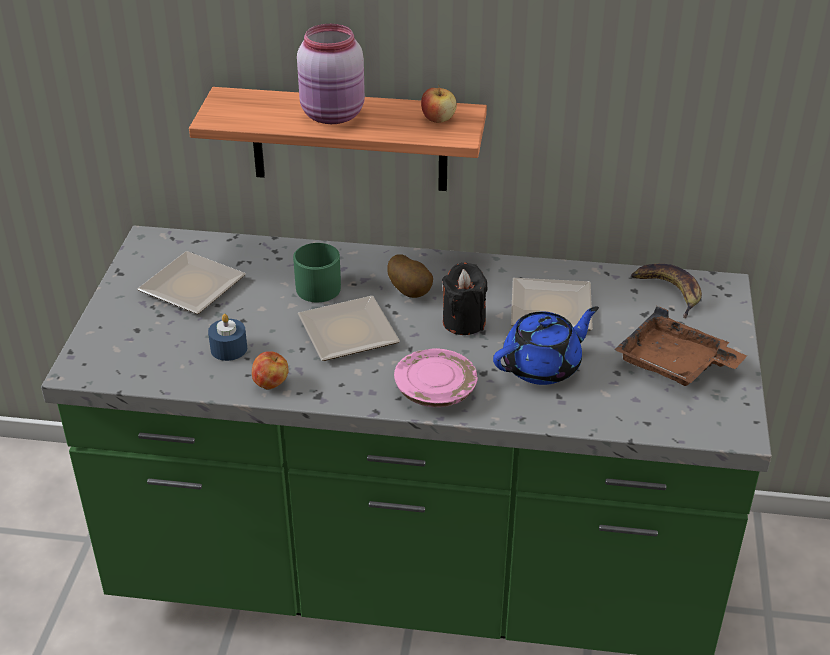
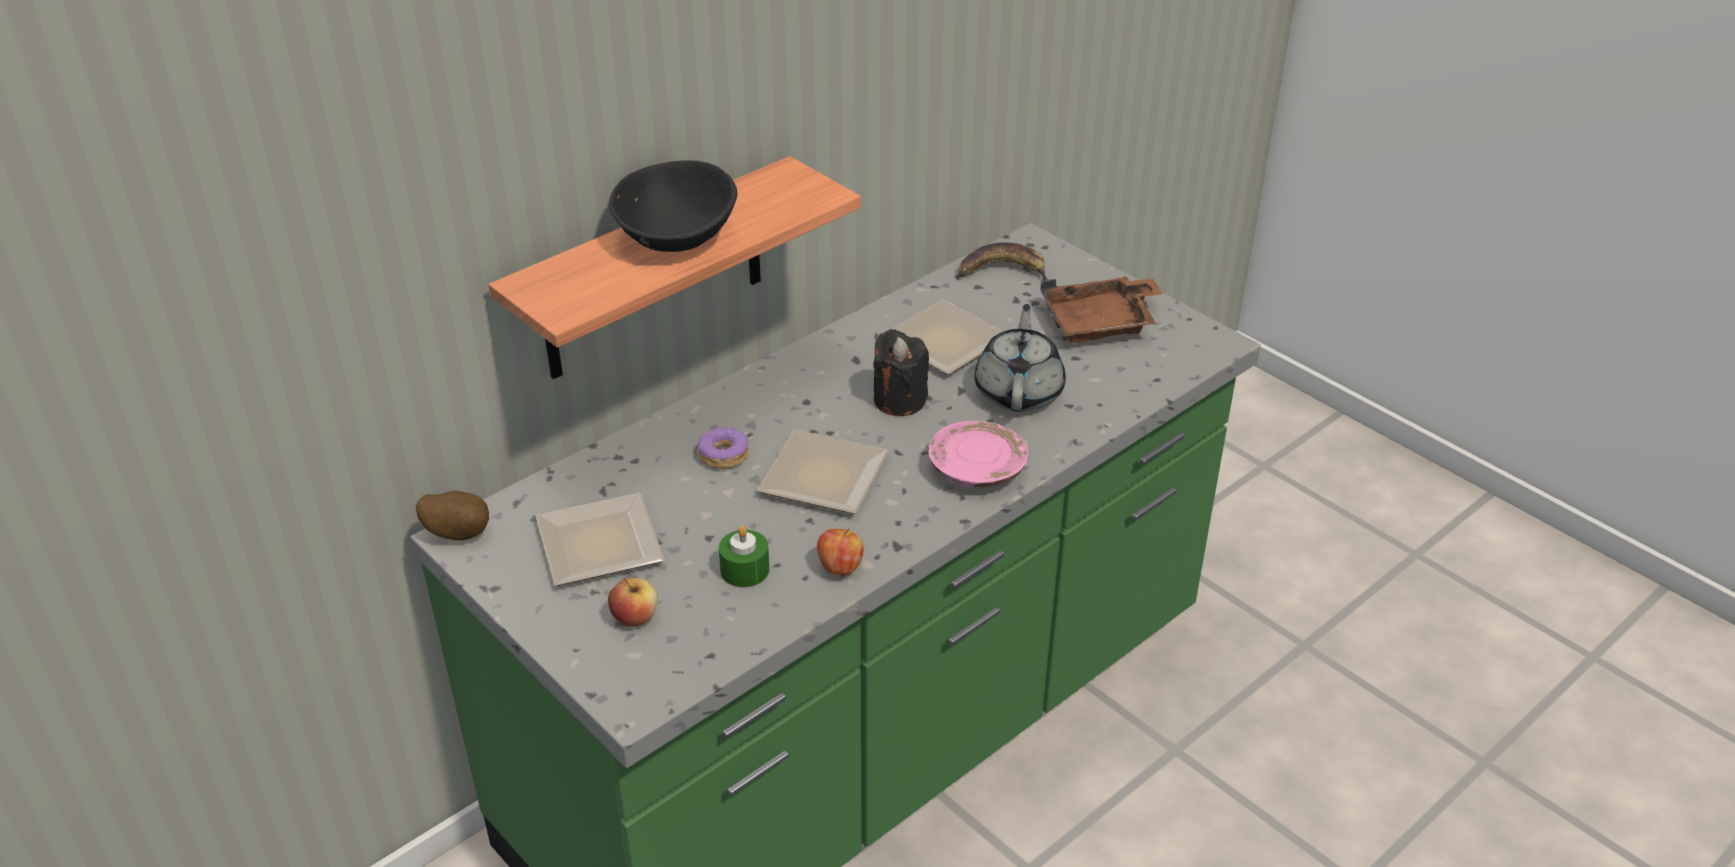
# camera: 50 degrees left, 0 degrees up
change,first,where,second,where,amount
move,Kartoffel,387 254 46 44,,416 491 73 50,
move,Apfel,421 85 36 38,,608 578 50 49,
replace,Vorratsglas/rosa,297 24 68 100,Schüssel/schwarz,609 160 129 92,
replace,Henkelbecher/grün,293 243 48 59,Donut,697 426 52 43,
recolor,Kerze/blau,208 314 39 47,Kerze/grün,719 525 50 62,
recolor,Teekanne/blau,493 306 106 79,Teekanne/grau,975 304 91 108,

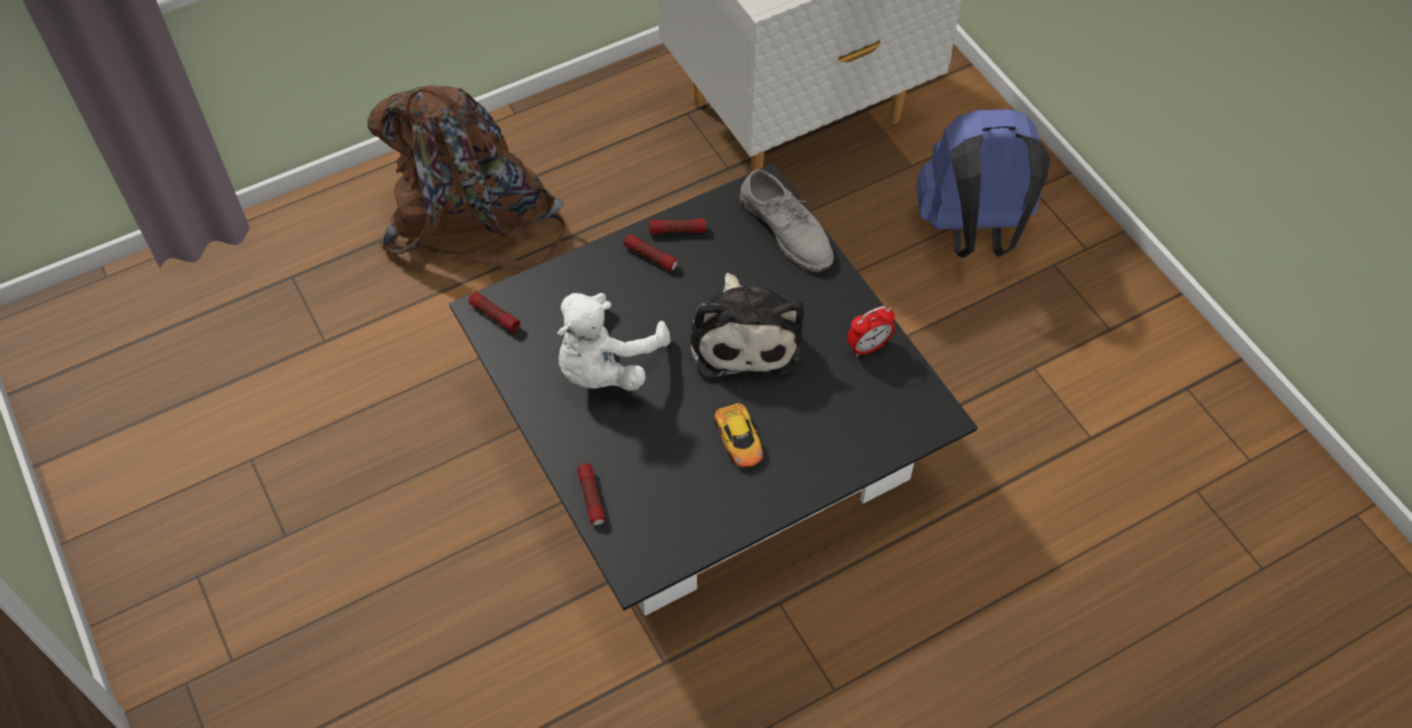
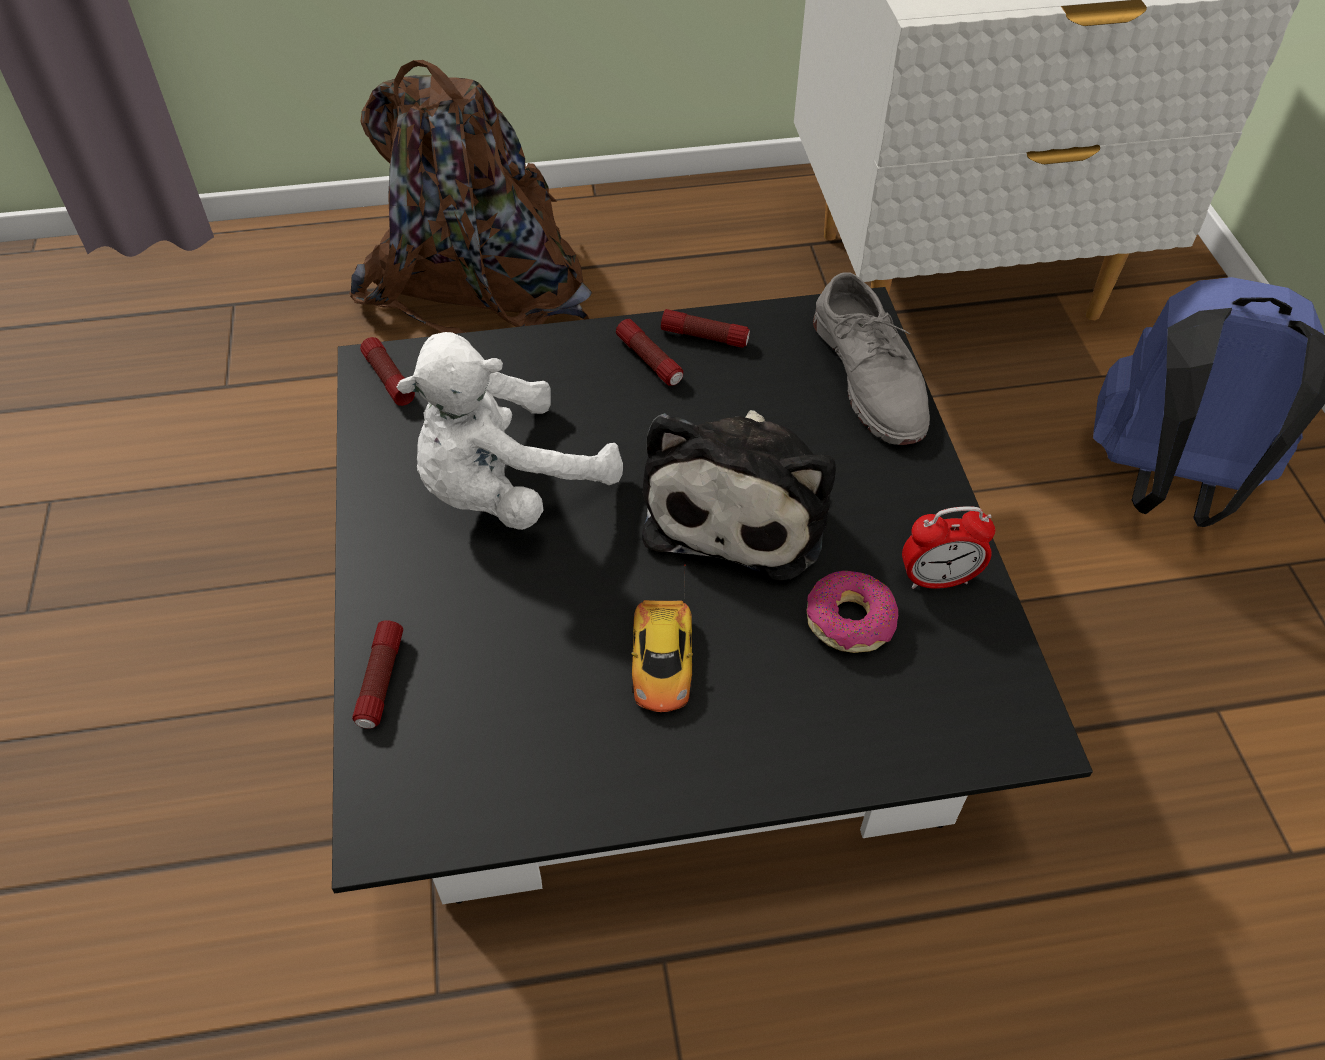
# camera: 20 degrees right, 5 degrees down
change,first,where,second,where,amount
insert,,,Donut,806 571 92 82,

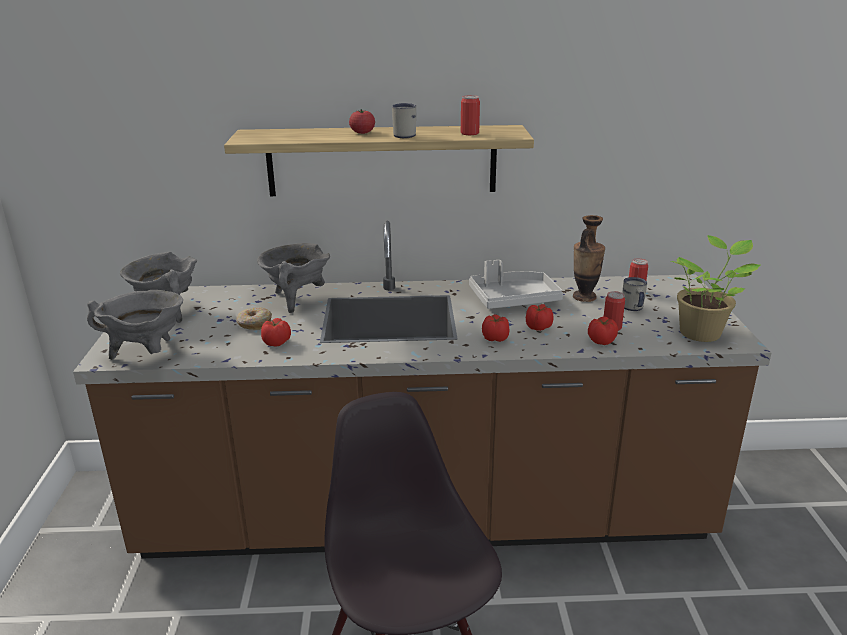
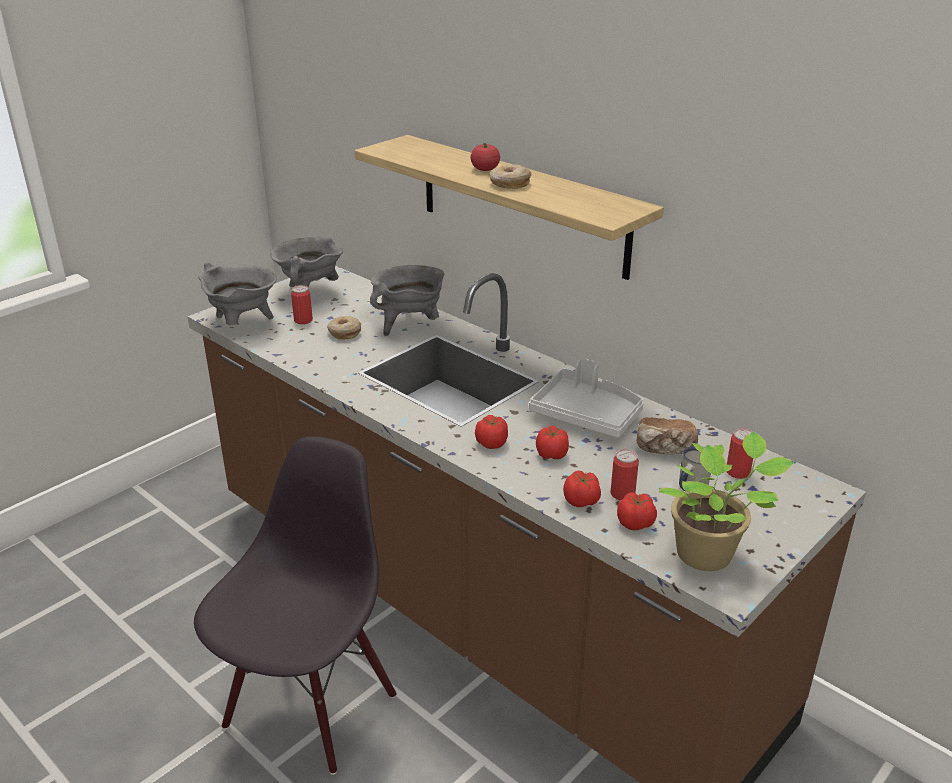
# camera: 45 degrees right, 5 degrees up
change,first,where,second,where,amount
move,Dose,461 95 19 40,,291 285 22 39,
replace,Henkelbecher/weiß,392 103 24 35,Donut,490 164 41 25,
move,Tomate,261 318 30 29,,617 492 40 38,
replace,Vase,573 215 32 87,Brot,637 417 61 38,

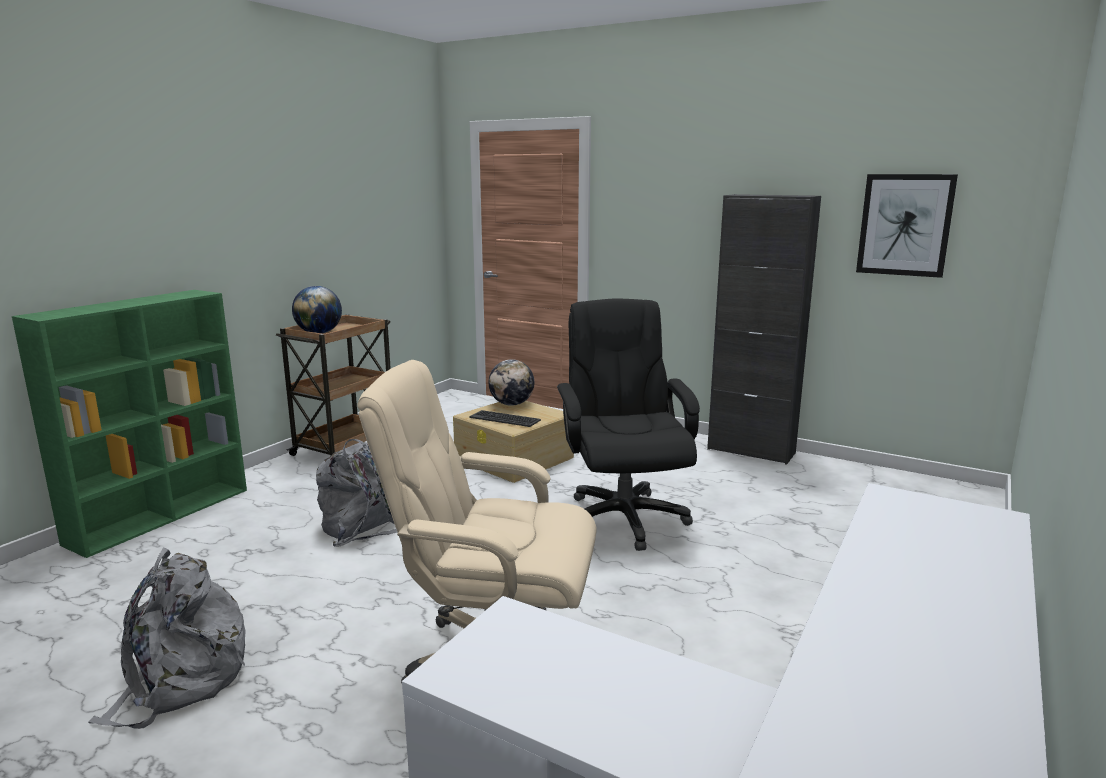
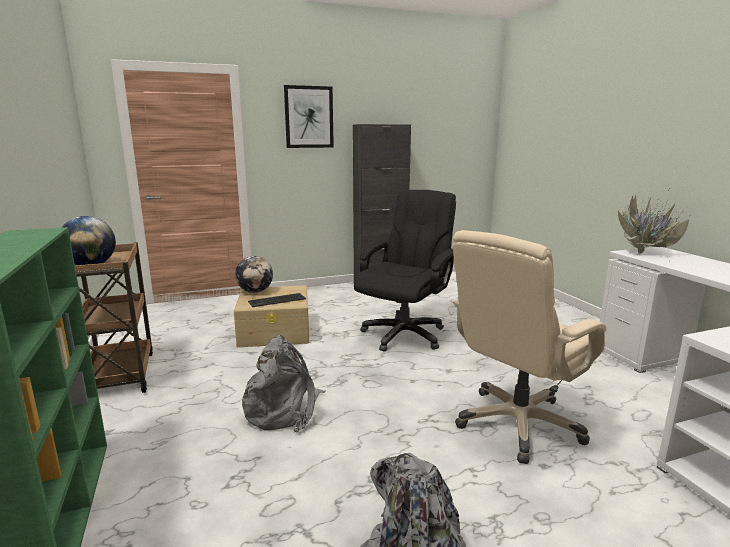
# camera: 50 degrees left, 0 degrees up
change,first,where,second,where,amount
move,Bild,856 174 102 104,,284 85 50 63,
rotate,Bürostuhl/schwarz,557 298 143 253,,354 190 102 161,90 degrees clockwise
insert,,,Topfpflanze,618 191 71 71,

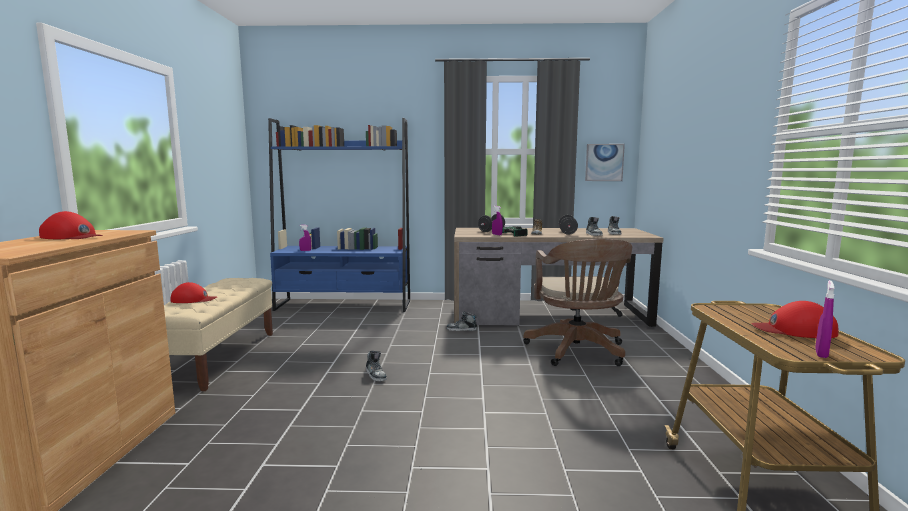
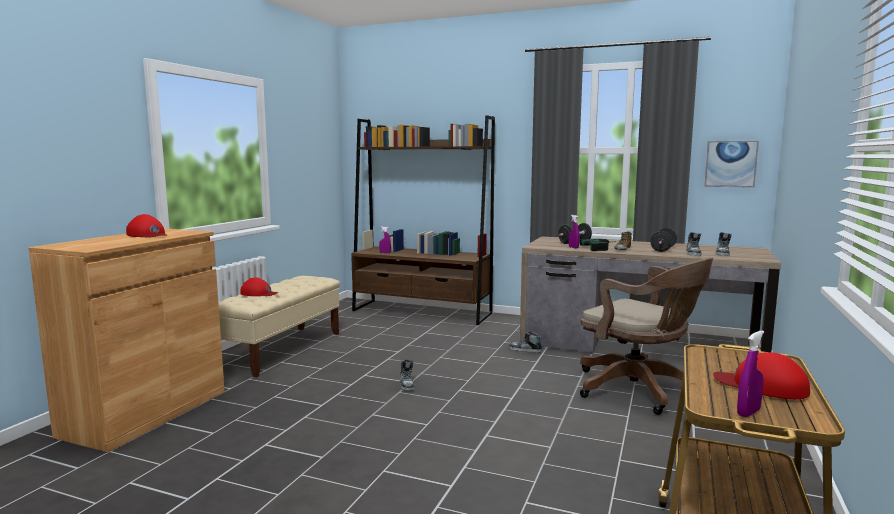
# camera: 20 degrees right, 0 degrees up
change,first,where,second,where,amount
recolor,Bücherregal/blau,268 118 142 194,Bücherregal/braun,351 115 144 210,
rotate,Bürostuhl/braun,523 239 109 127,,580 257 133 158,60 degrees counterclockwise

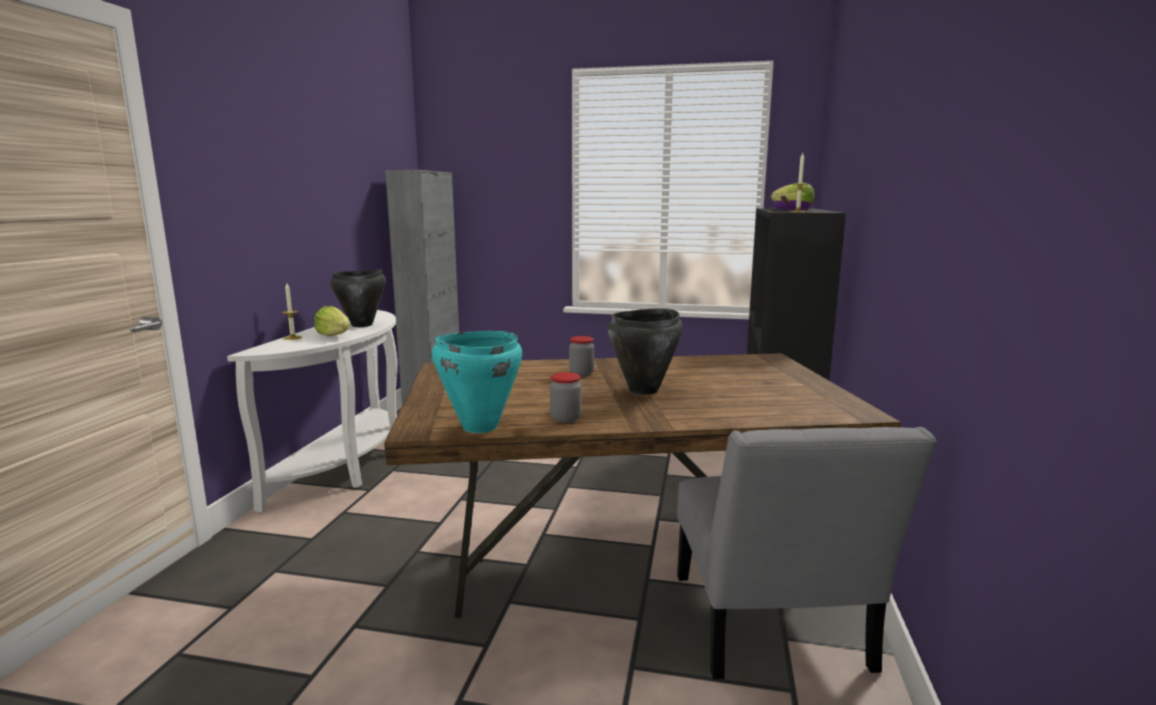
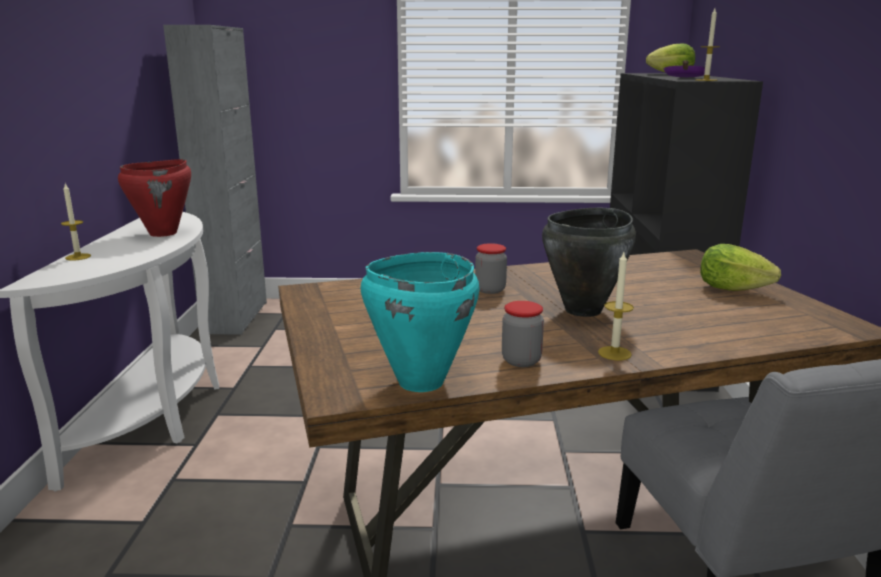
# camera: 10 degrees left, 5 degrees up
change,first,where,second,where,amount
recolor,Kochtopf/schwarz,330 269 55 58,Kochtopf/rot,118 159 73 78,
insert,,,Kerze,598 252 36 108,
move,Salatkopf,314 306 36 30,,700 244 81 47,

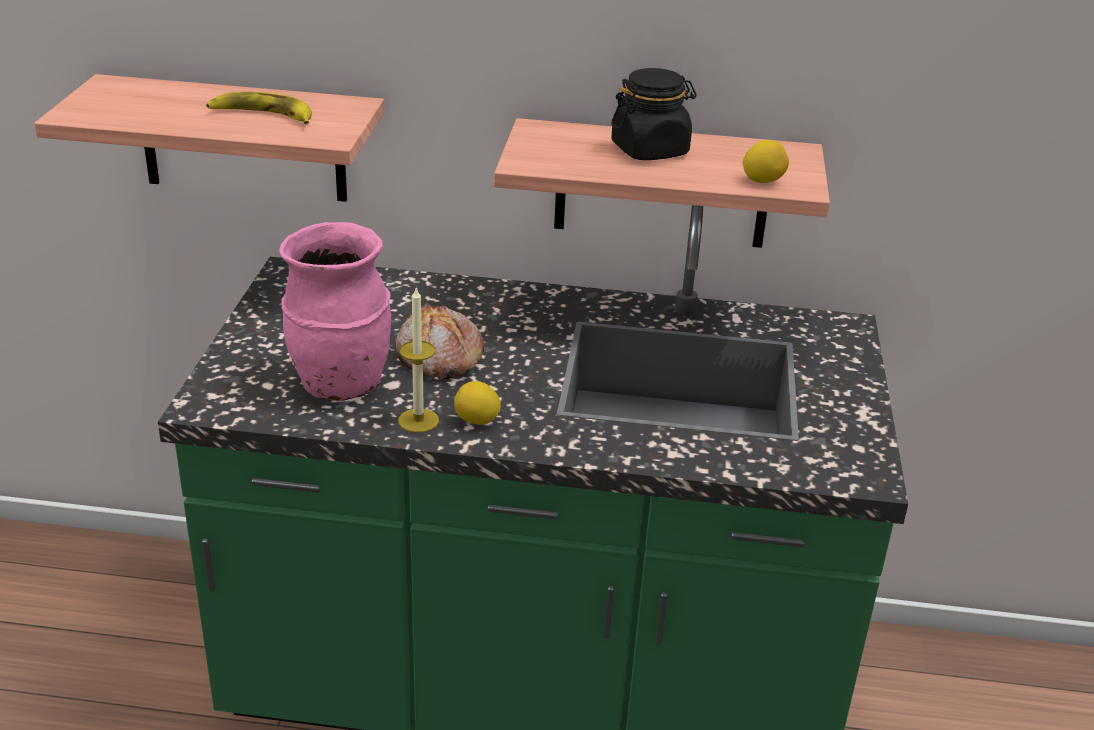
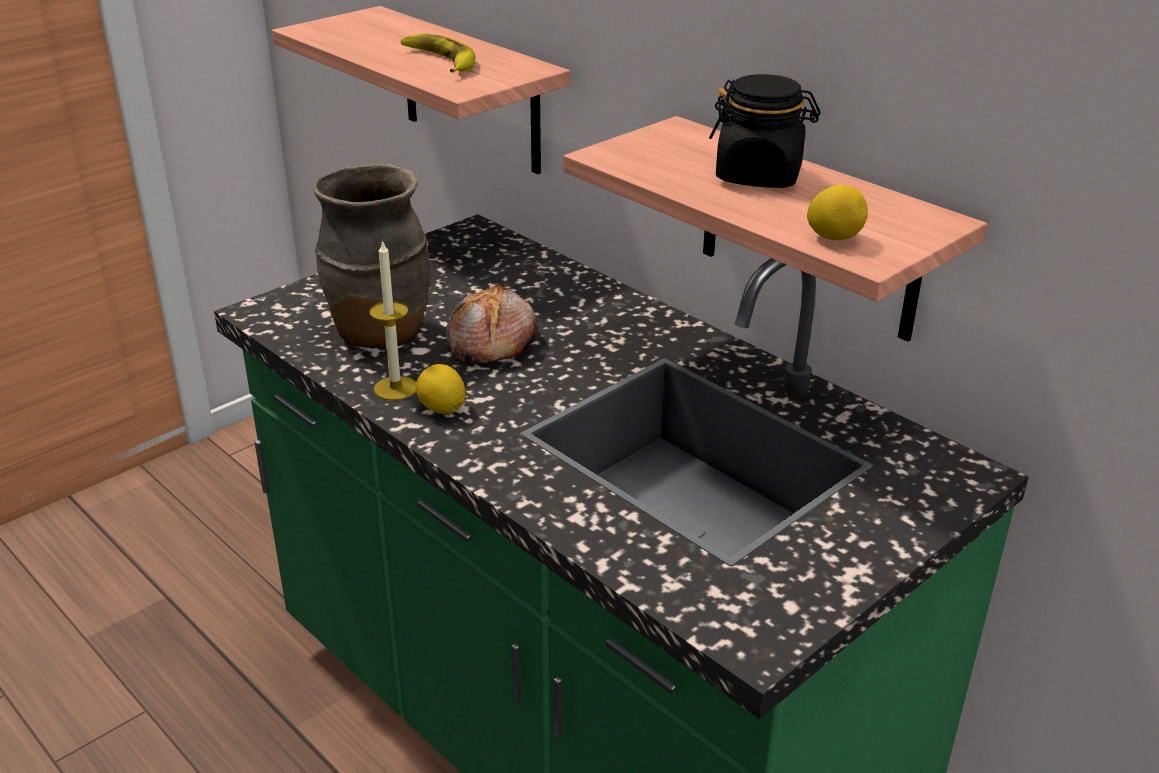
# camera: 40 degrees right, 0 degrees up
change,first,where,second,where,amount
recolor,Vase/rosa,279 222 112 179,Vase/braun,314 164 116 184,

